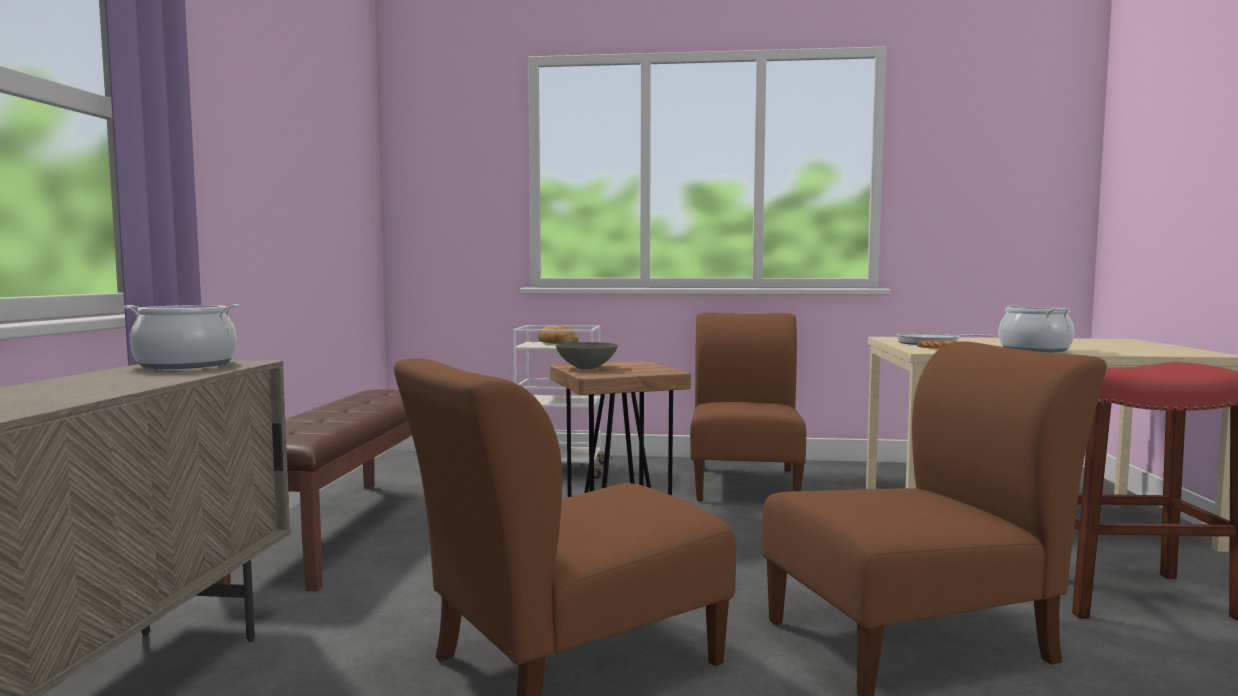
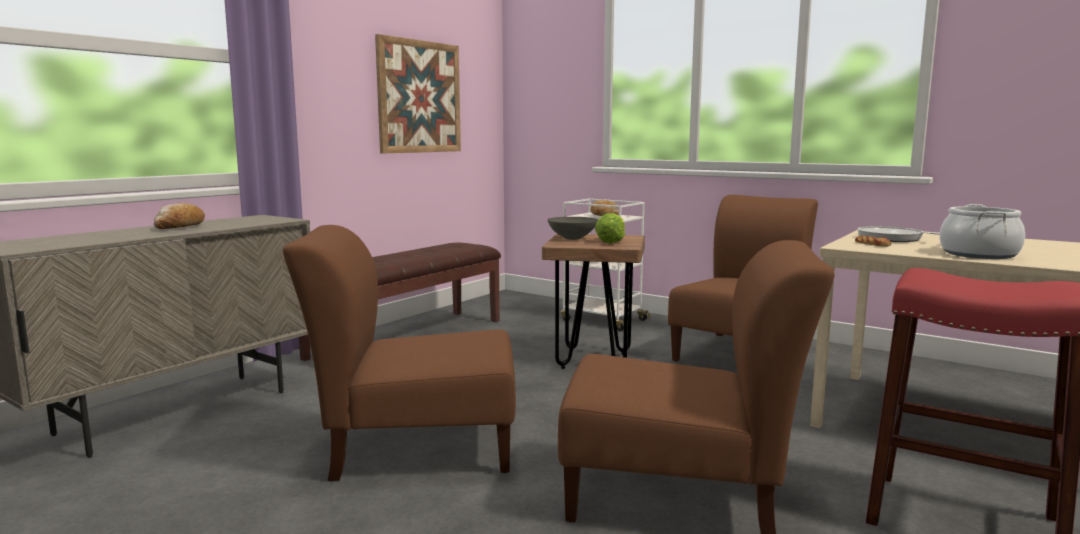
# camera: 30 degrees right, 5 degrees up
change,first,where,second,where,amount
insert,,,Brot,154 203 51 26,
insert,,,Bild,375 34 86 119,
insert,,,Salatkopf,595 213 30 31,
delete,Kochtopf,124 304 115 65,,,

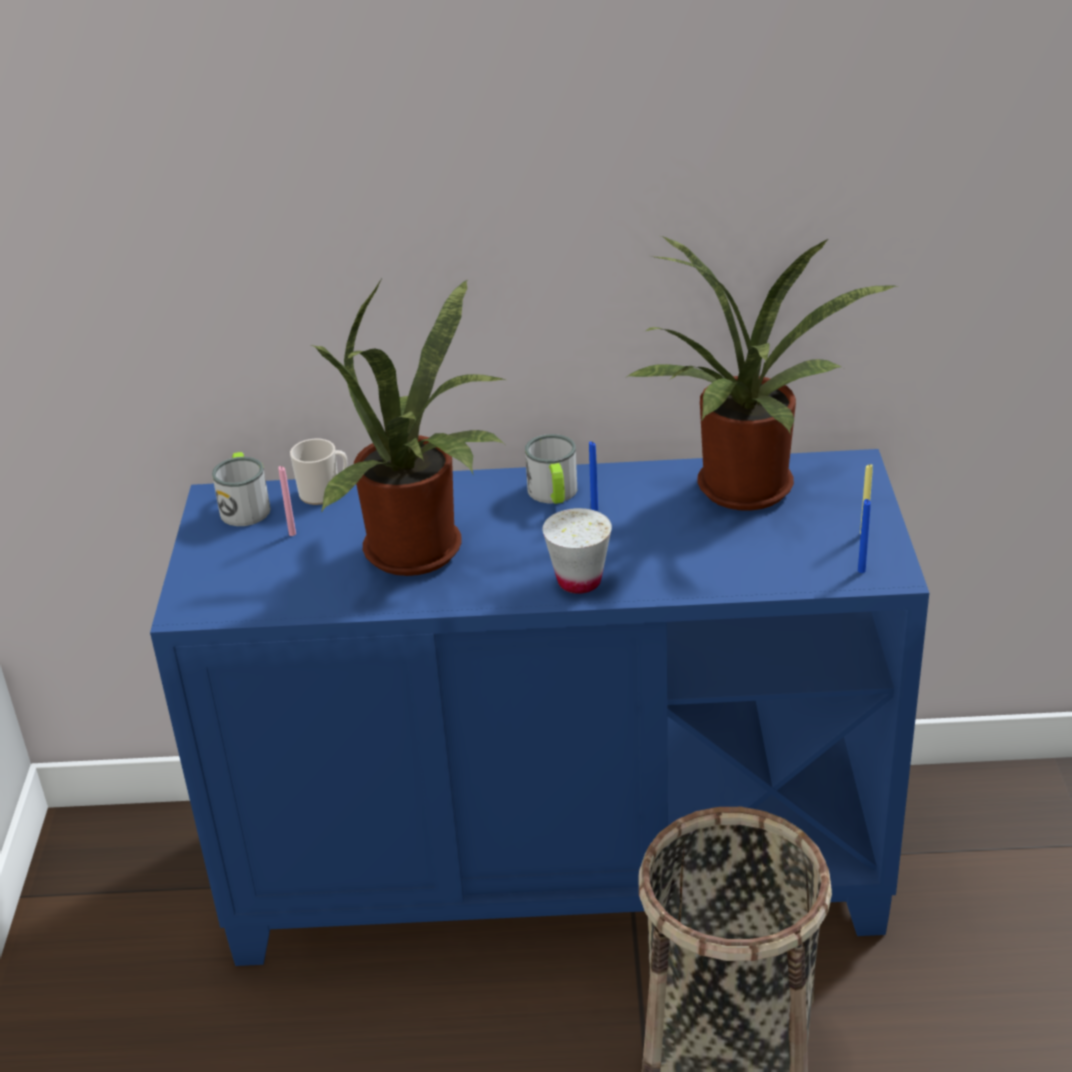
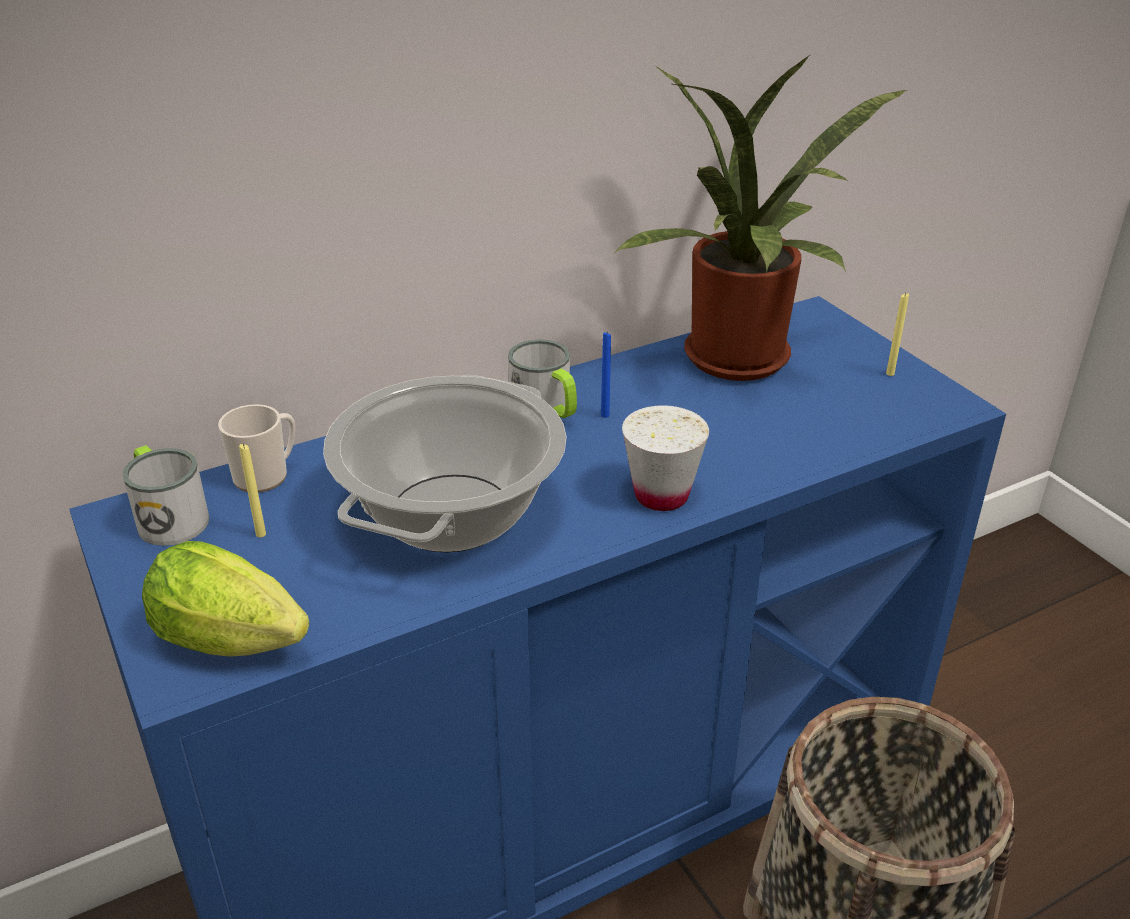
# camera: 30 degrees left, 0 degrees up
change,first,where,second,where,amount
insert,,,Salatkopf,142 541 168 116,
recolor,Kerze/rosa,278 466 18 70,Kerze/gelb,239 443 27 95,
replace,Topfpflanze,311 277 194 299,Kochtopf,323 375 243 177,
delete,Kerze/blau,858 499 13 74,,,

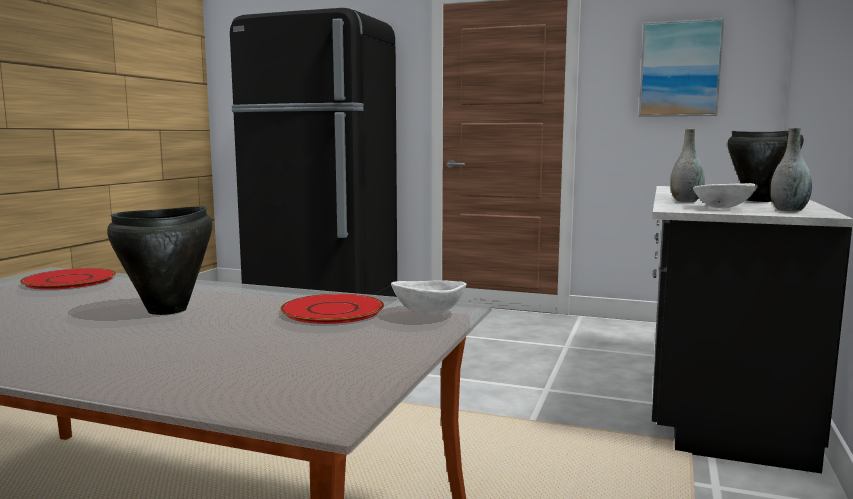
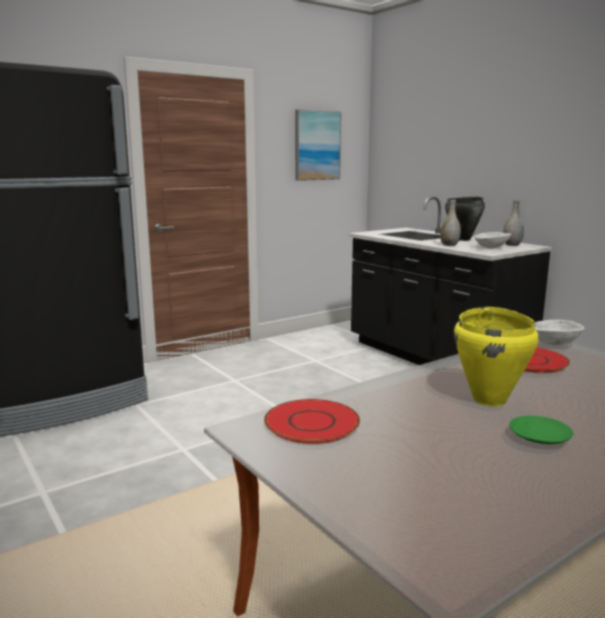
# camera: 55 degrees left, 5 degrees up
change,first,where,second,where,amount
recolor,Kochtopf/schwarz,107 206 105 109,Kochtopf/gelb,454 307 85 99,
insert,,,Teller/grün,509 416 65 28,

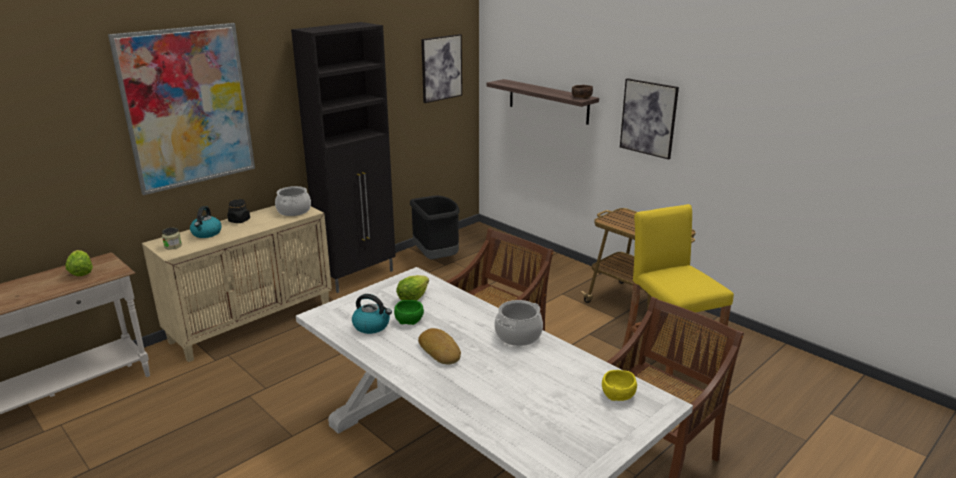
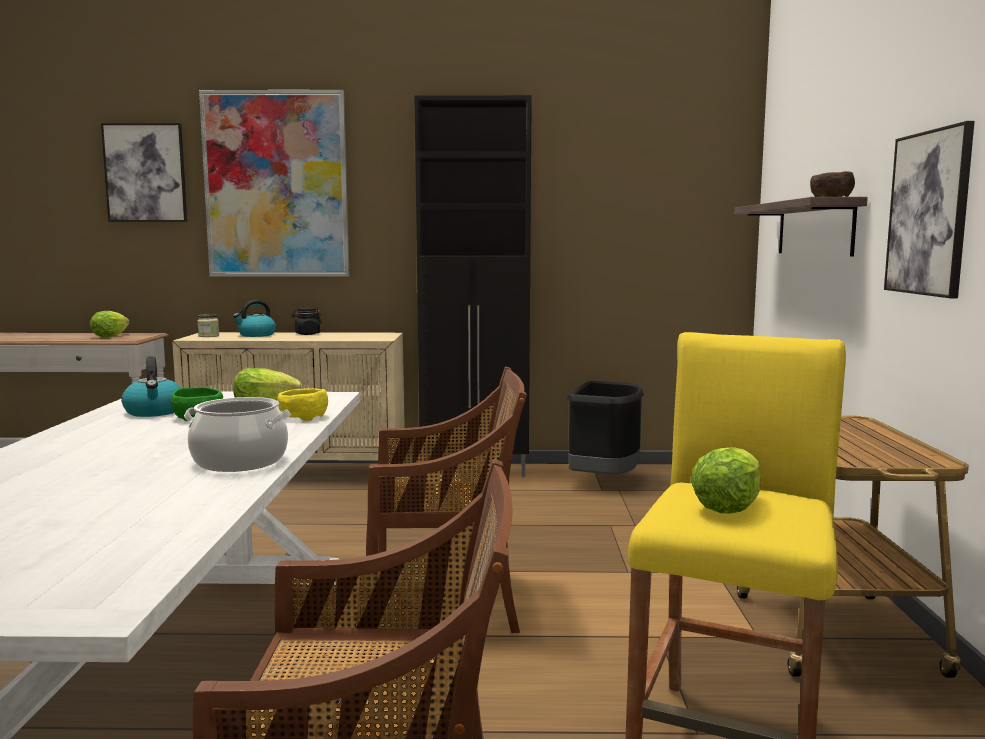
# camera: 45 degrees right, 15 degrees down
change,first,where,second,where,amount
move,Bild,421 34 41 69,,101 123 86 99,
move,Schüssel/gelb,602 370 35 31,,277 388 51 33,
insert,,,Salatkopf,691 447 70 67,
delete,Kochtopf,275 186 36 30,,,
delete,Brot,418 328 43 37,,,

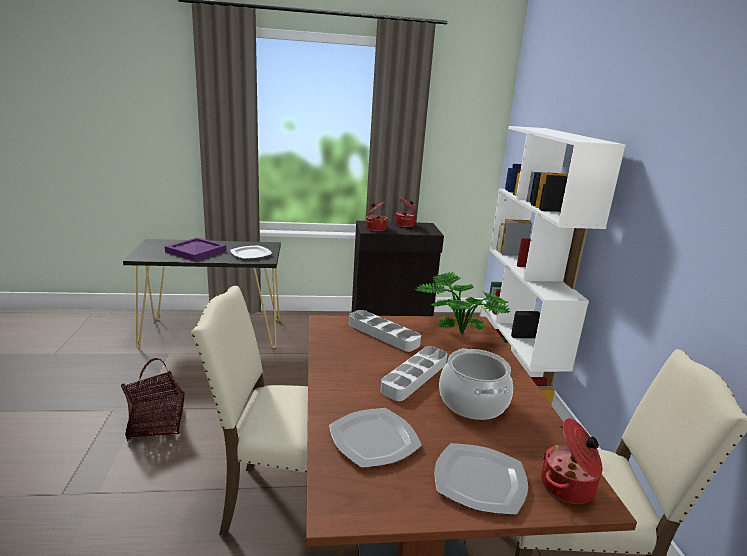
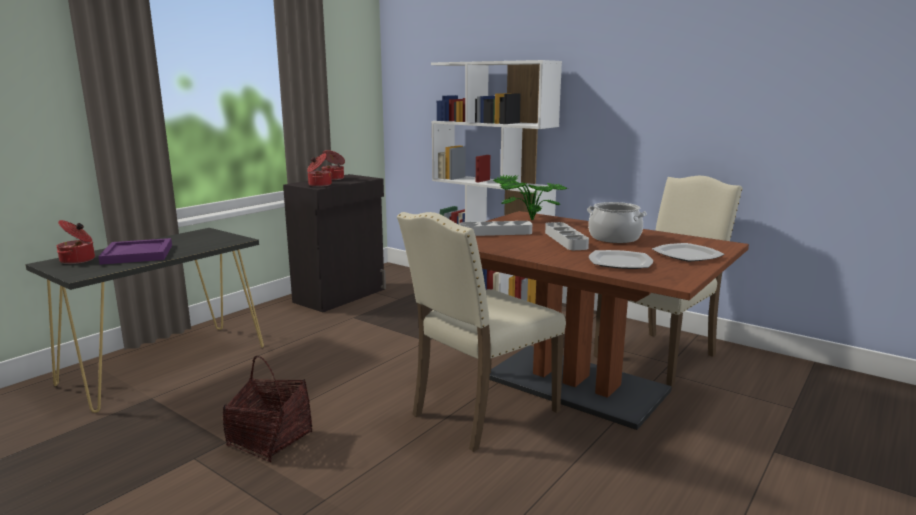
# camera: 45 degrees left, 5 degrees down
change,first,where,second,where,amount
move,Kochtopf,541 418 61 86,,57 220 38 44,
delete,Teller,230 245 42 14,,,

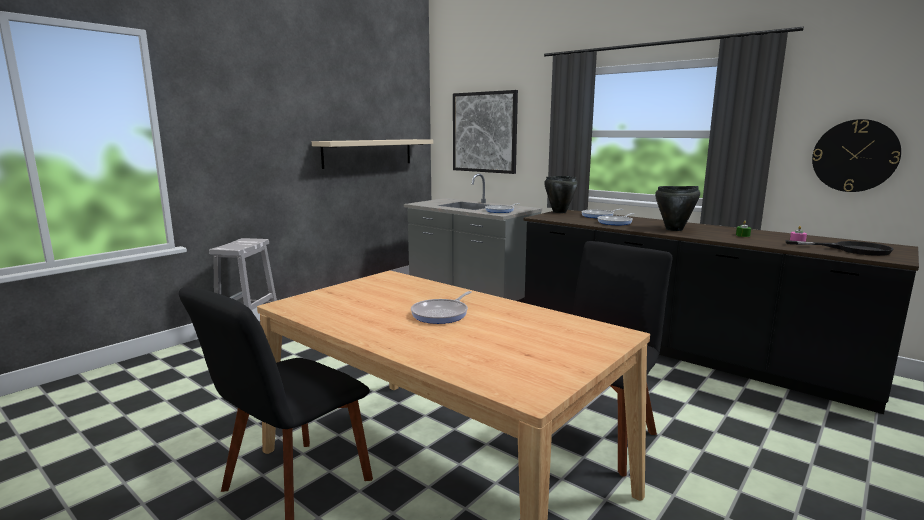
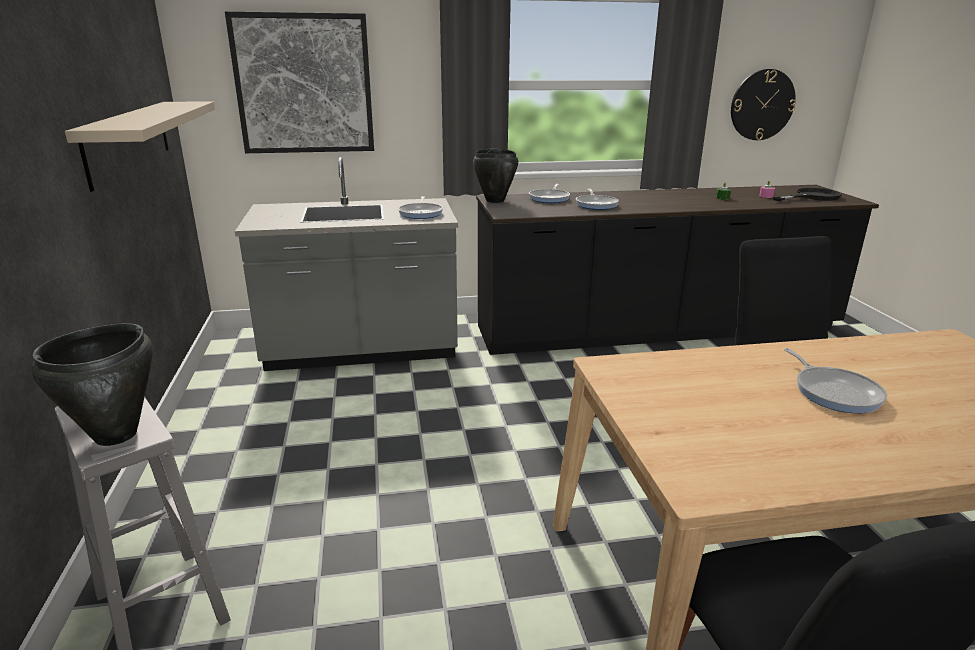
# camera: 50 degrees left, 10 degrees up
change,first,where,second,where,amount
move,Kochtopf/schwarz,655 186 45 45,,31 323 122 123,

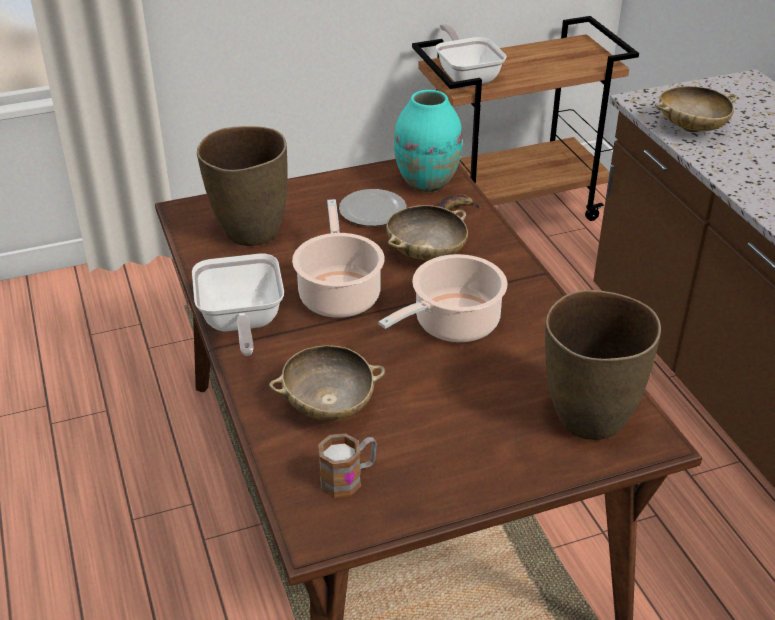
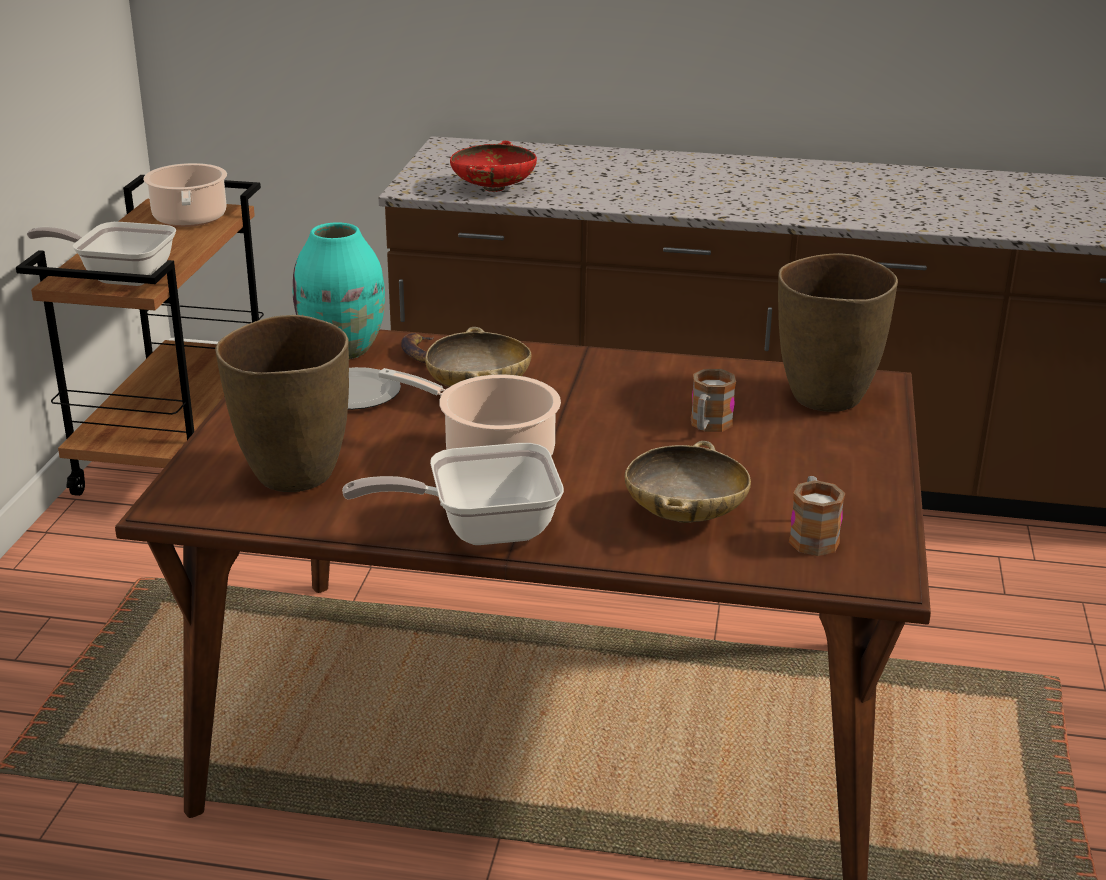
# camera: 60 degrees left, 10 degrees down
change,first,where,second,where,amount
move,Kochtopf,379 254 129 88,,143 163 84 64,
rotate,Pfanne,192 254 92 102,,342 443 222 102,150 degrees clockwise
recolor,Schüssel/beige,655 86 82 47,Schüssel/rot,450 141 87 51,
insert,,,Henkelbecher,691 369 45 63,

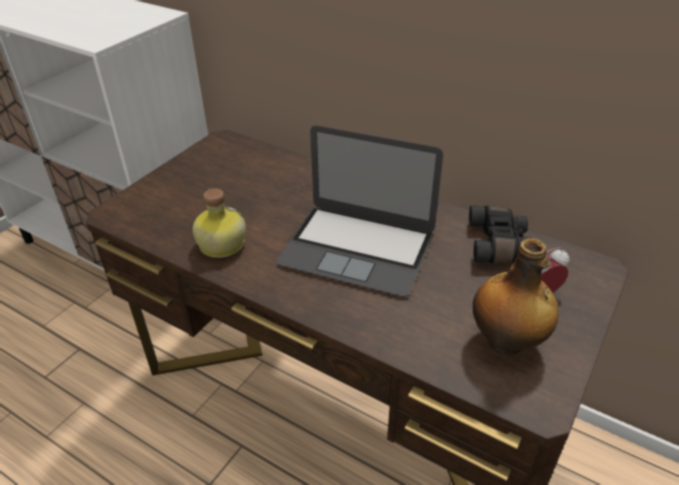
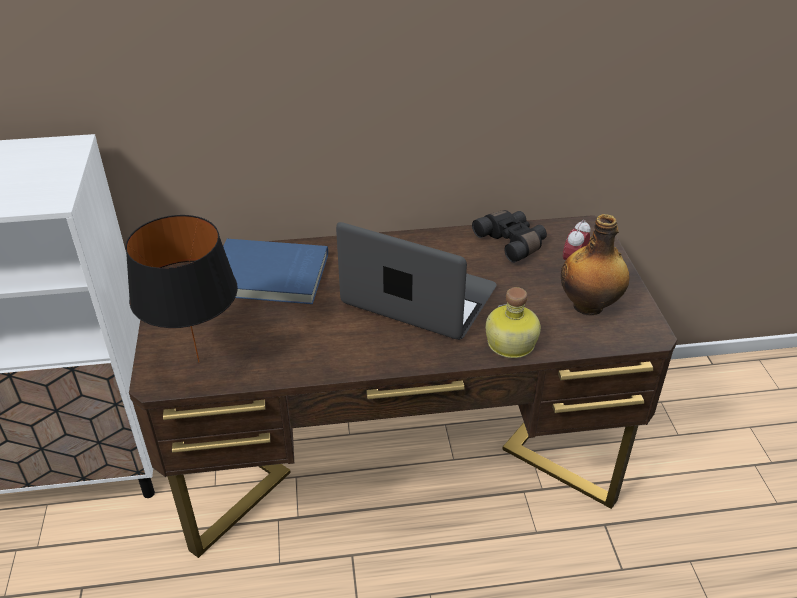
# camera: 40 degrees left, 0 degrees up
change,first,where,second,where,amount
insert,,,Tischlampe/schwarz,125 215 113 148,
insert,,,Buch/blau,223 239 105 65,
rotate,Laptop,276 126 167 171,,336 222 161 118,135 degrees counterclockwise
move,Flasche,192 188 54 70,,486 287 55 71,

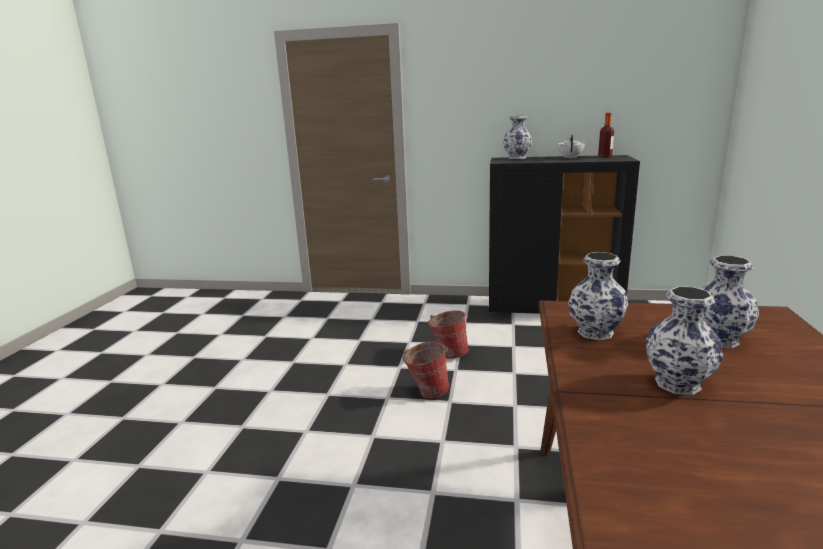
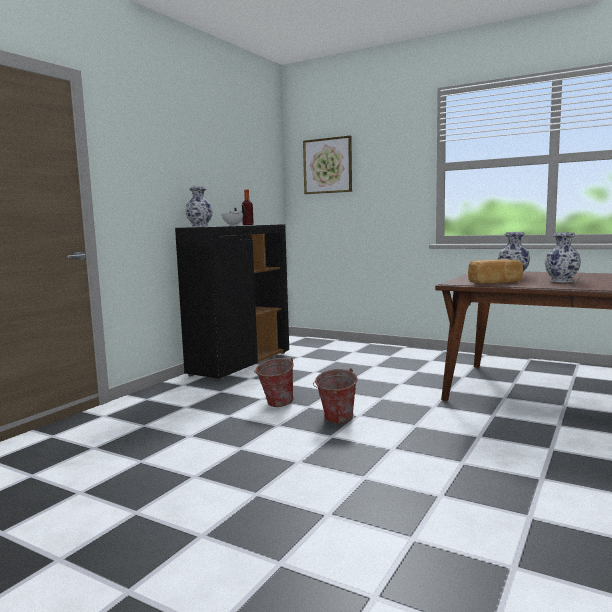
# camera: 70 degrees left, 10 degrees down
change,first,where,second,where,amount
insert,,,Bild,303 135 49 59,
replace,Vase,568 252 60 88,Brot,468 259 55 25,

